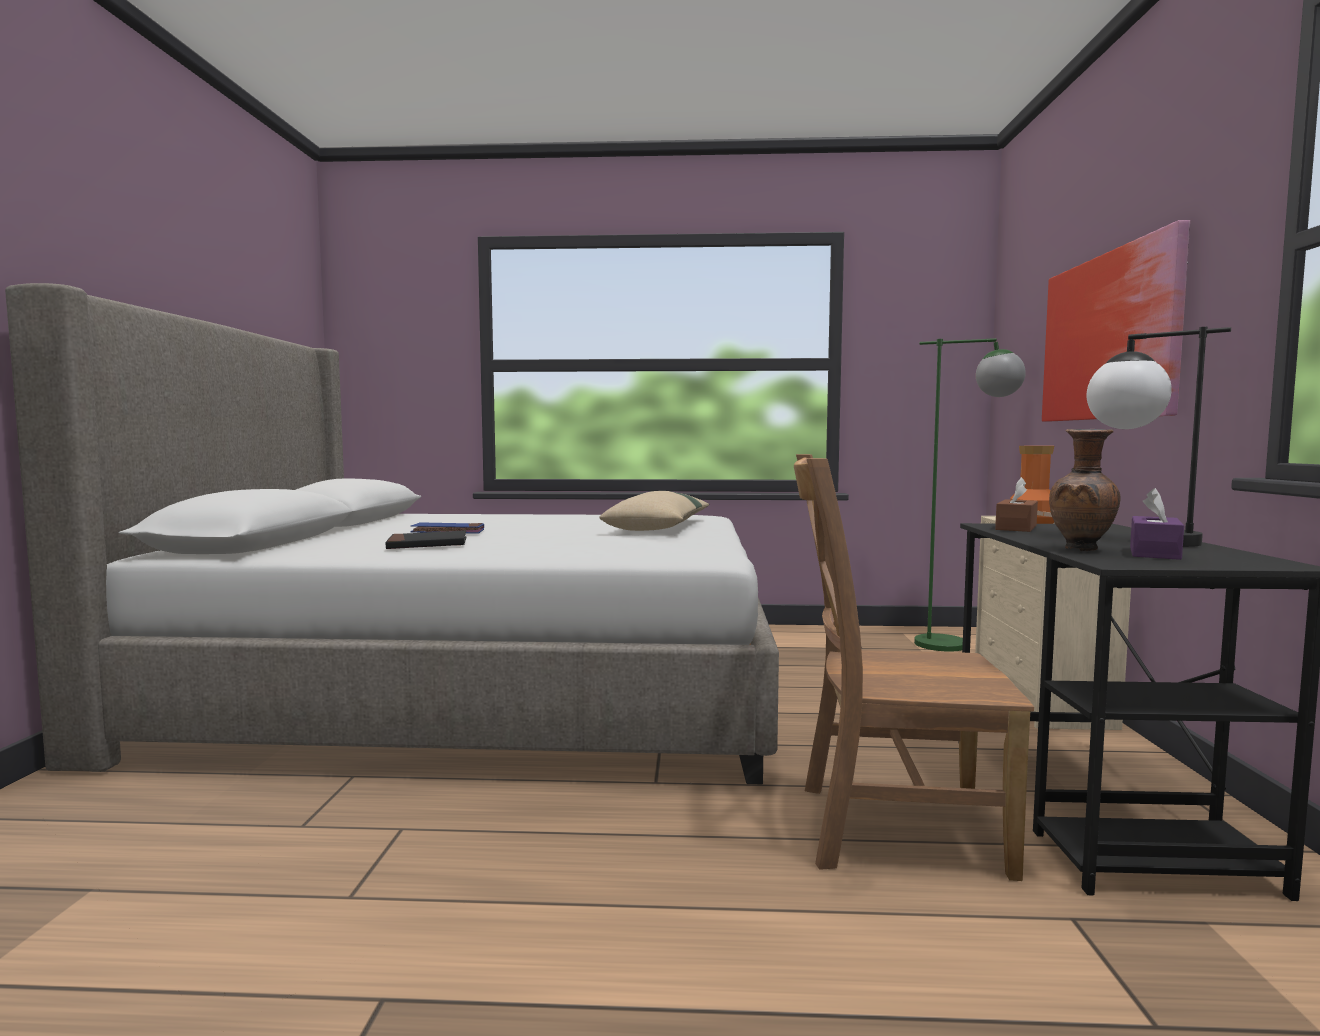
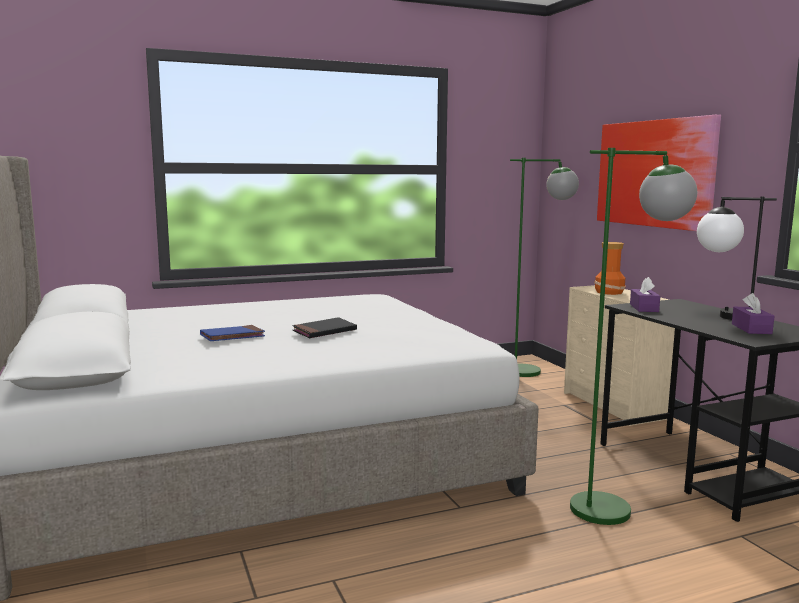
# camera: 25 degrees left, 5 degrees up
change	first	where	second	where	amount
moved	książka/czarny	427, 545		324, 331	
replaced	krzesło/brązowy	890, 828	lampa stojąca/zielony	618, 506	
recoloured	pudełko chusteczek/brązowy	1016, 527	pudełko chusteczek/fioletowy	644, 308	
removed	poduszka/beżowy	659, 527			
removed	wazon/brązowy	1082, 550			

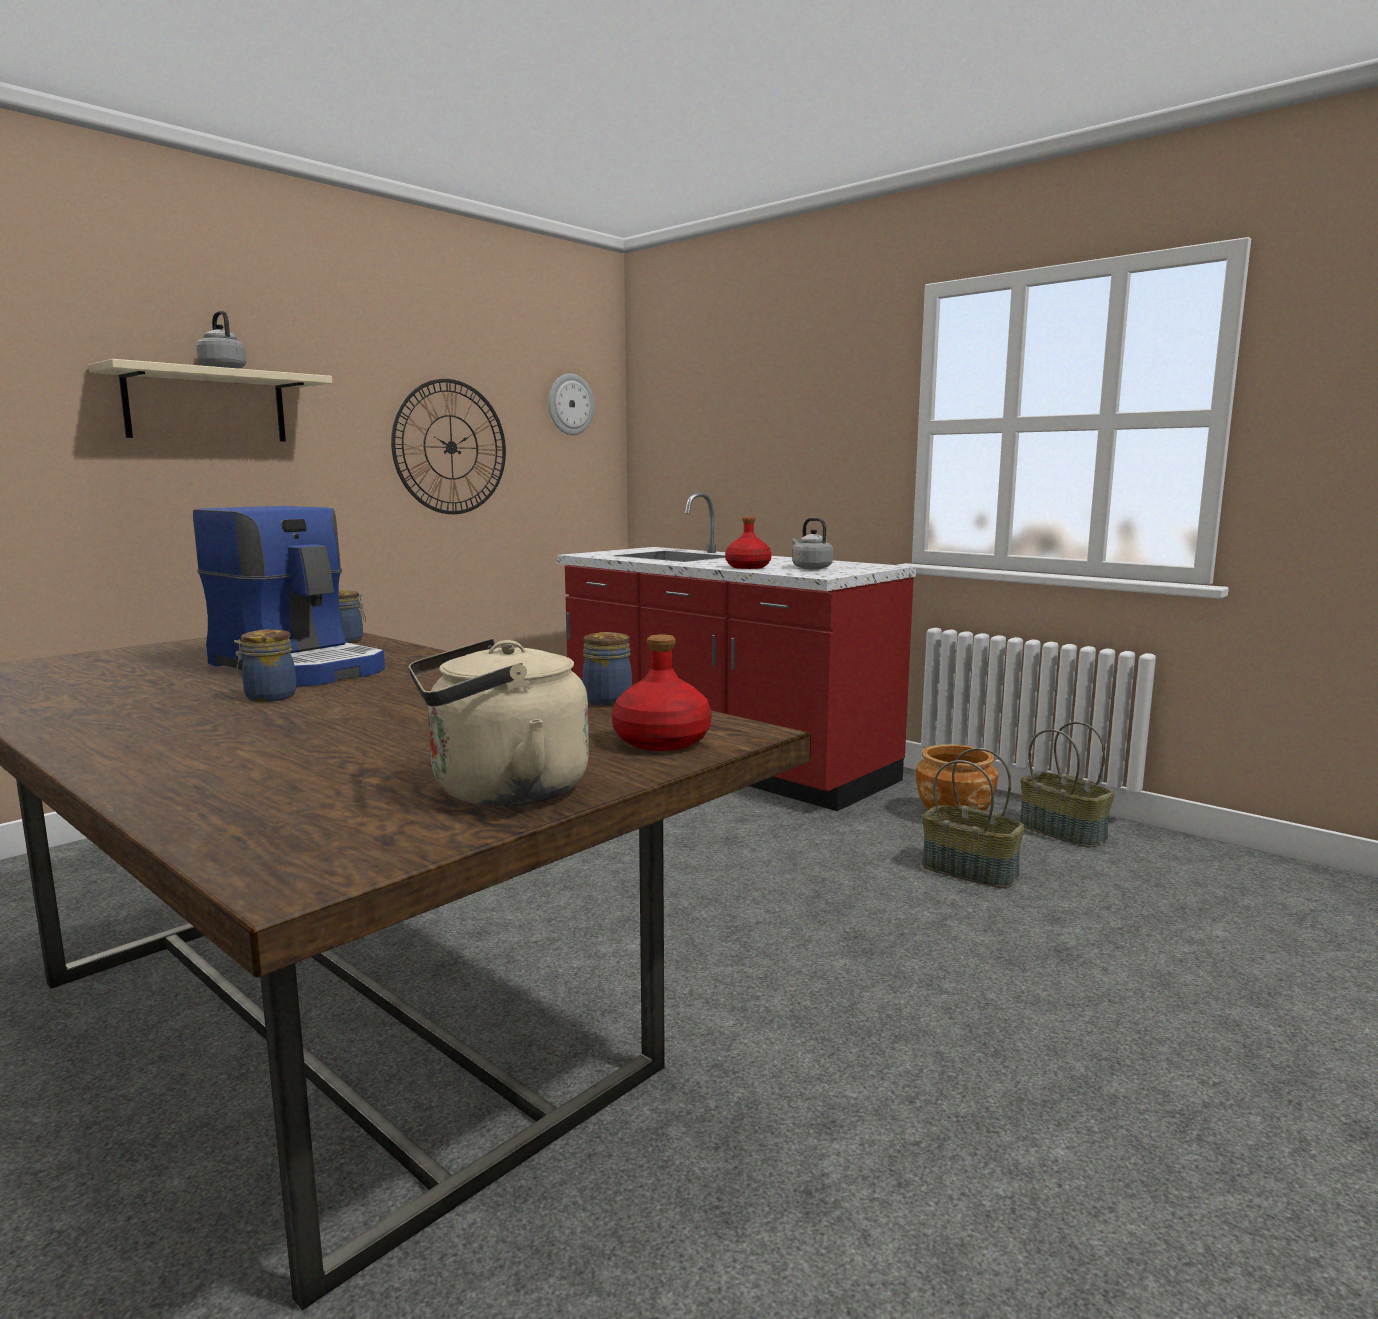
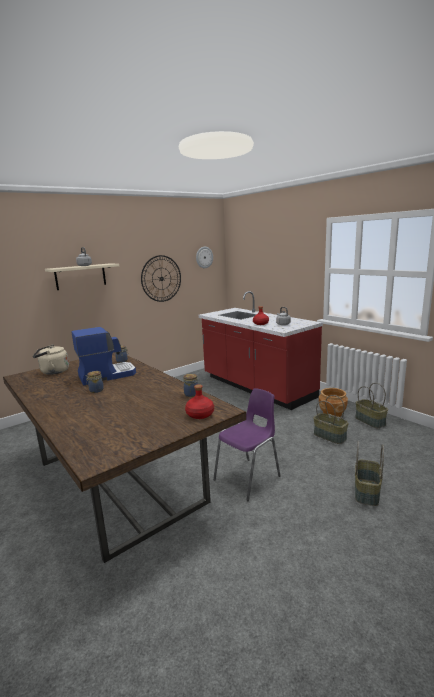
# camera: 10 degrees right, 5 degrees up
change	first	where	second	where	amount
moved	czajnik/beżowy	500, 791		53, 372	
turned	ekspres do kawy	300, 667		106, 375	75 degrees counterclockwise
added			krzesło/fioletowy	249, 477	
added			koszyk	367, 492	

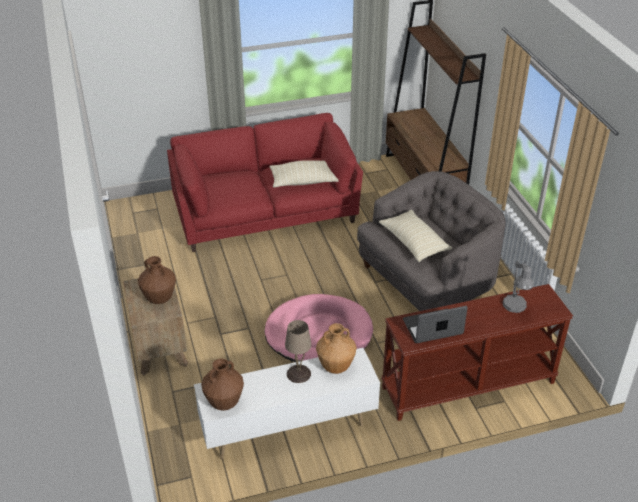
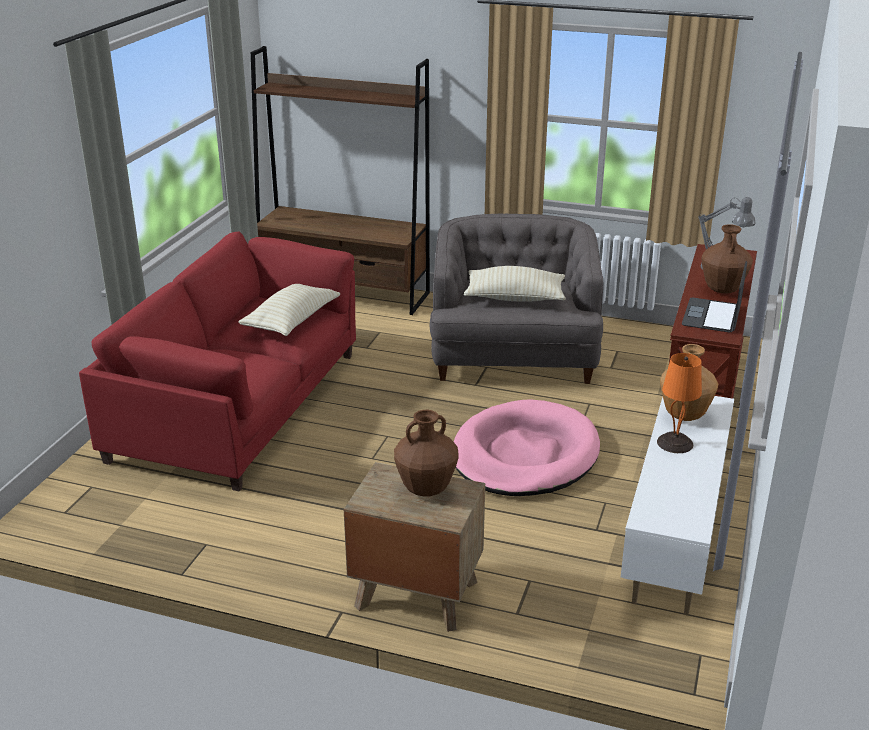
# camera: 55 degrees left, 10 degrees down
change	first	where	second	where	amount
recoloured	lampa stołowa/beżowy	298, 373	lampa stołowa/pomarańczowy	674, 443	
moved	wazon/brązowy	224, 403		722, 290	

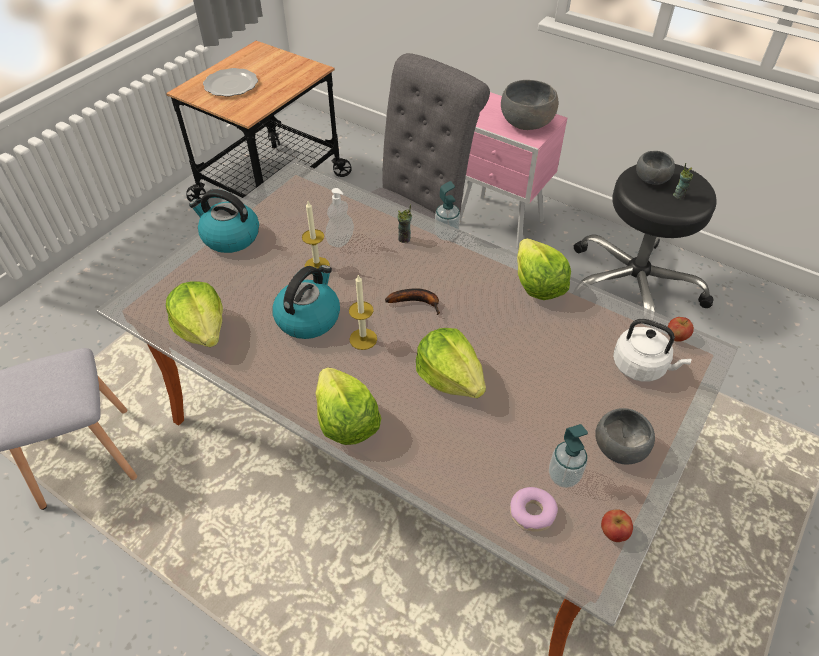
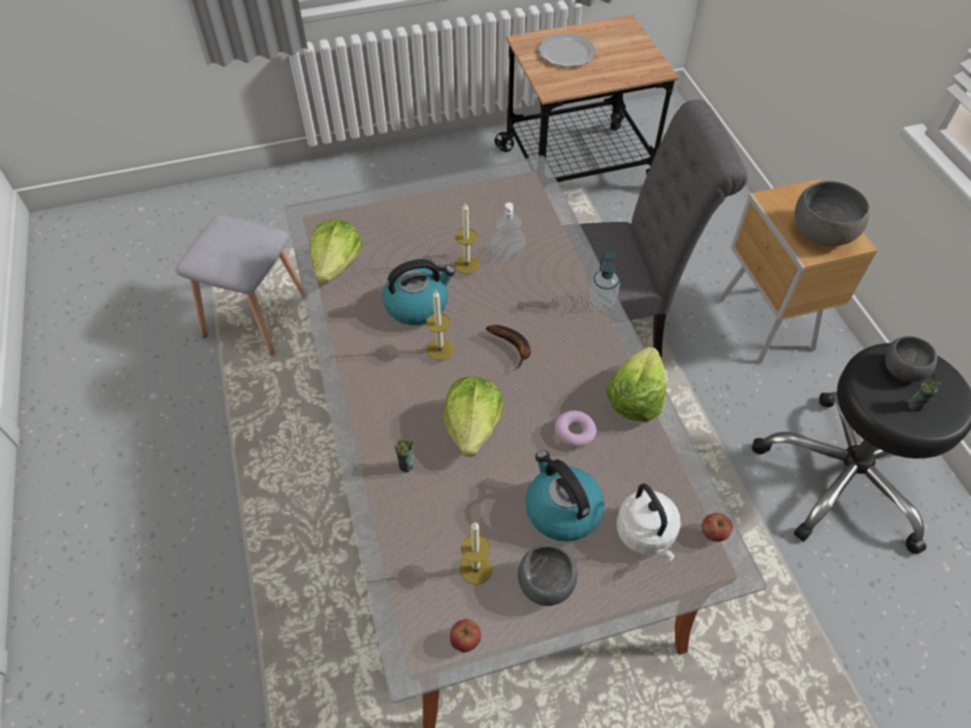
# camera: 40 degrees right, 5 degrees up
change	first	where	second	where	amount
moved	filiżanka	404, 239		407, 465	
replaced	dozownik mydła	563, 476	świeca	476, 568	
moved	czajnik	230, 237		561, 509	
moved	donut	532, 513		574, 433	
recoloured	szafka nocna/różowy	500, 224	szafka nocna/brązowy	765, 326	
removed	sałata	346, 421			

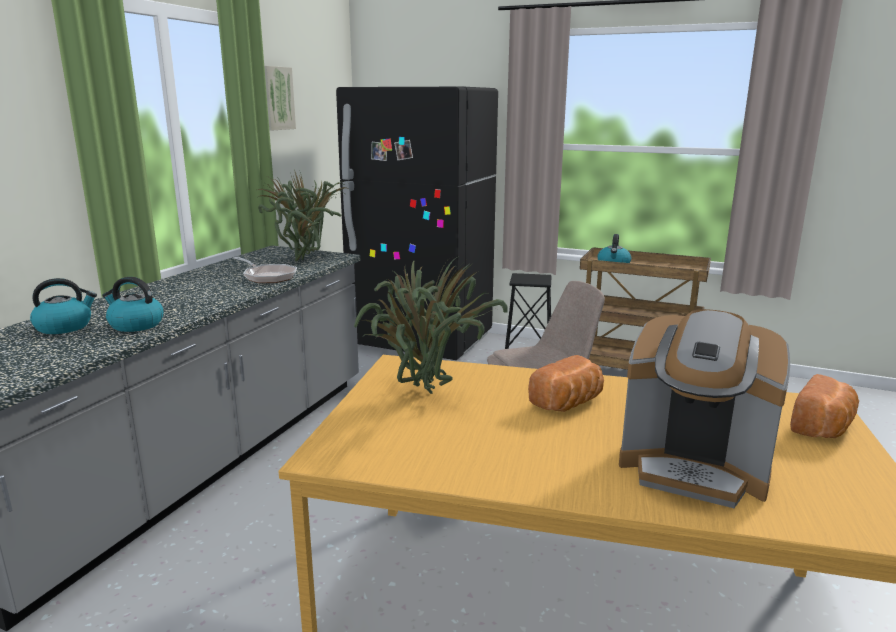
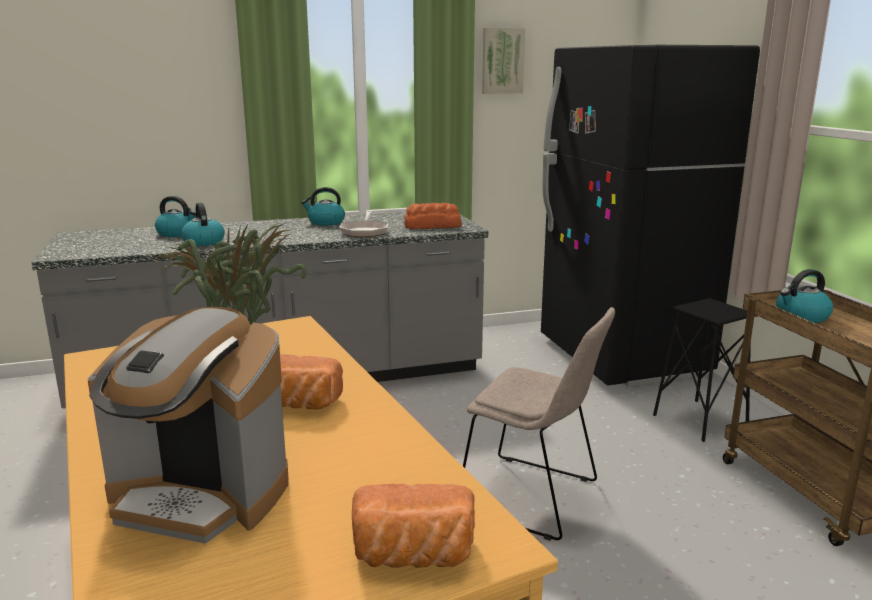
# camera: 50 degrees right, 0 degrees up
change	first	where	second	where	amount
turned	ekspres do kawy	693, 468		200, 496	60 degrees counterclockwise
added			czajnik	325, 222	
replaced	roślina doniczkowa	308, 260	chleb	433, 226	

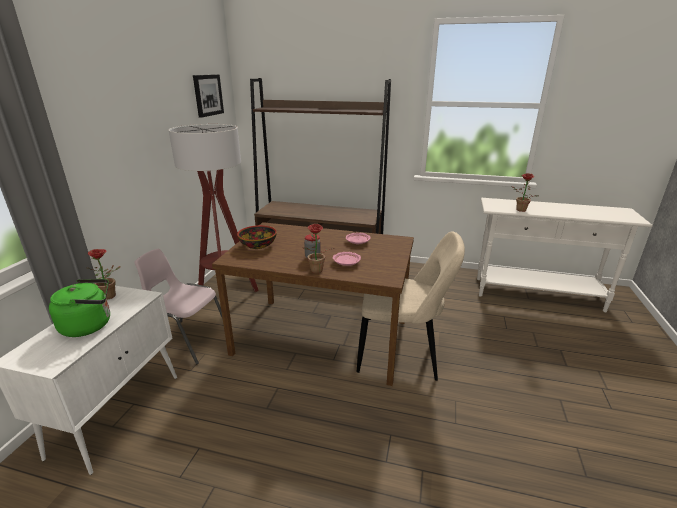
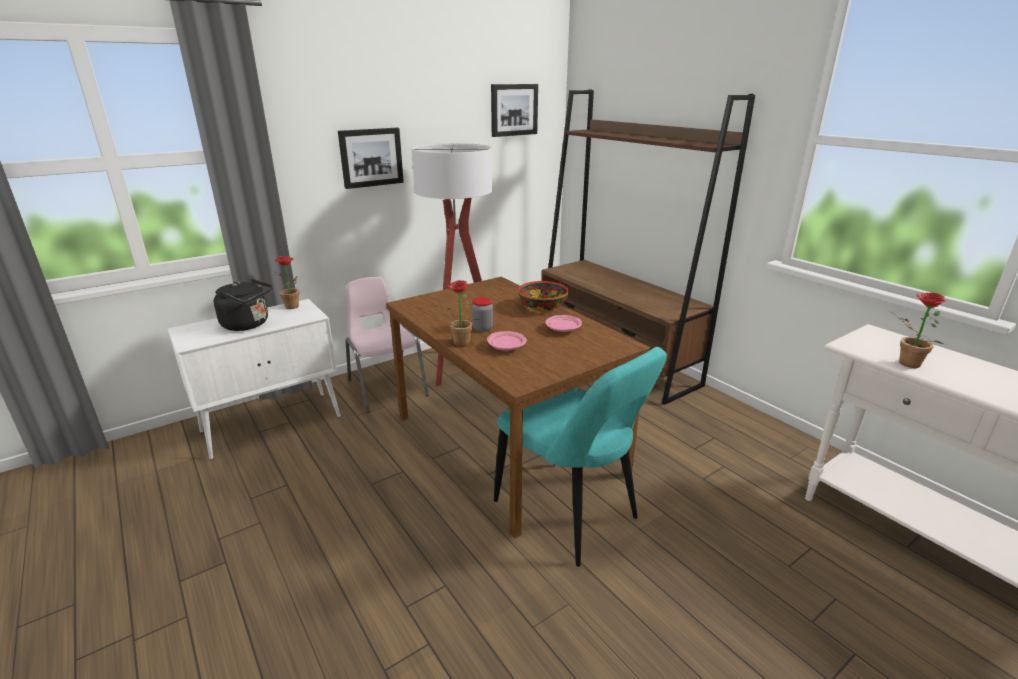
# camera: 40 degrees right, 0 degrees up
change	first	where	second	where	amount
recoloured	czajnik/zielony	90, 325	czajnik/czarny	248, 324	
added			obraz	371, 157	
recoloured	krzesło/beżowy	401, 356	krzesło/turkusowy	570, 513	
moved	miska	258, 245		543, 307	

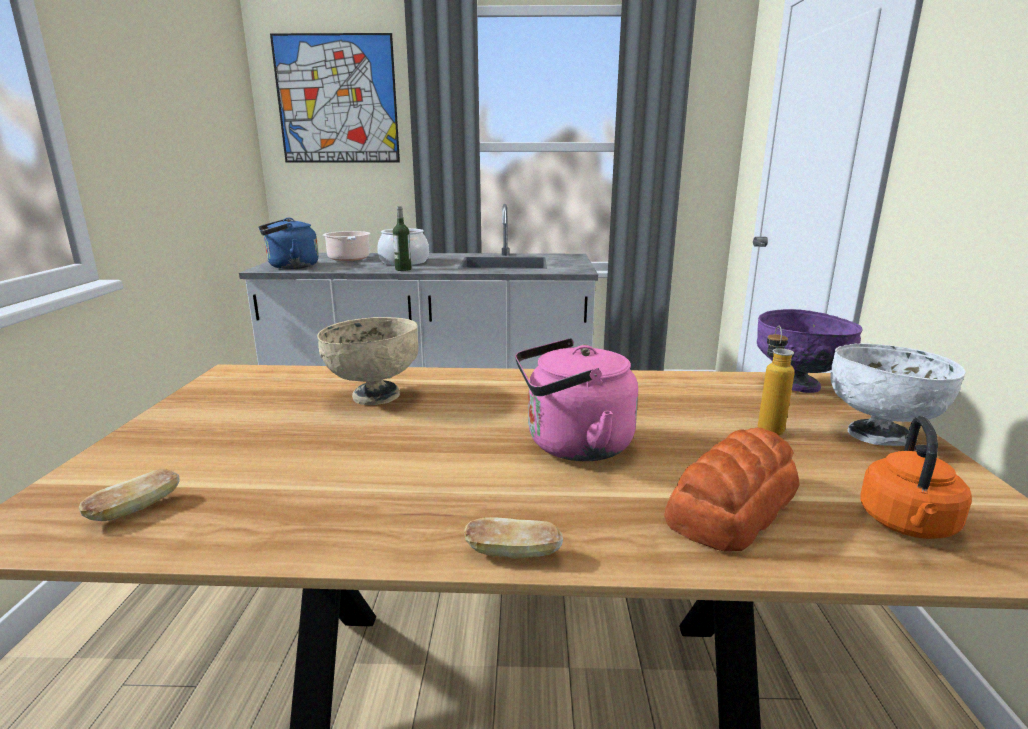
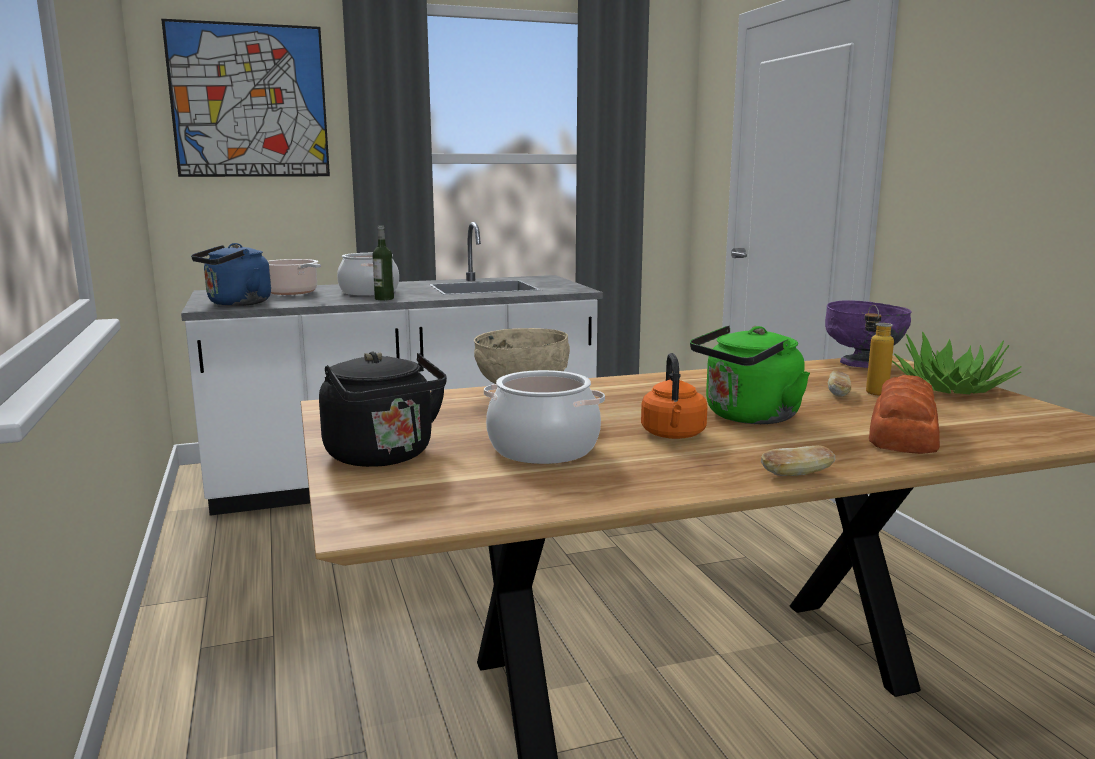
# camera: 20 degrees left, 5 degrees down
change	first	where	second	where	amount
added			czajnik/czarny	383, 457	
added			garnek	544, 449	
moved	czajnik/pomarańczowy	907, 525		673, 435	
recoloured	czajnik/różowy	572, 445	czajnik/zielony	747, 417	
moved	chleb	136, 510		838, 394	
replaced	miska/biały	879, 436	roślina doniczkowa	950, 388	

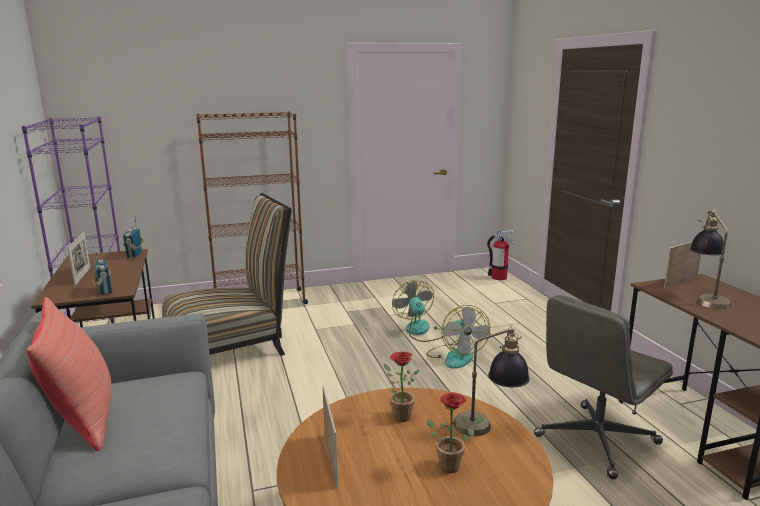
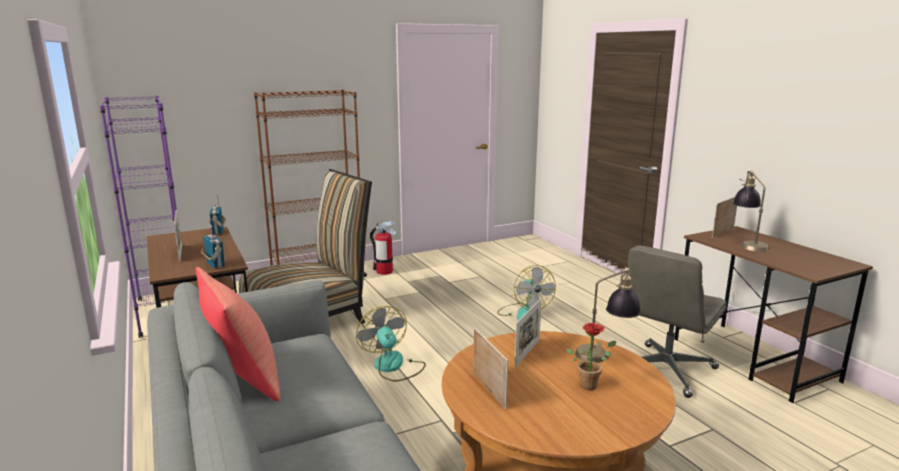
# camera: 10 degrees left, 0 degrees up
change	first	where	second	where	amount
moved	wentylator	421, 331		393, 367	
moved	gaśnica	498, 277		384, 271	
replaced	roślina doniczkowa	398, 416	ramka na zdjęcie	527, 353	

